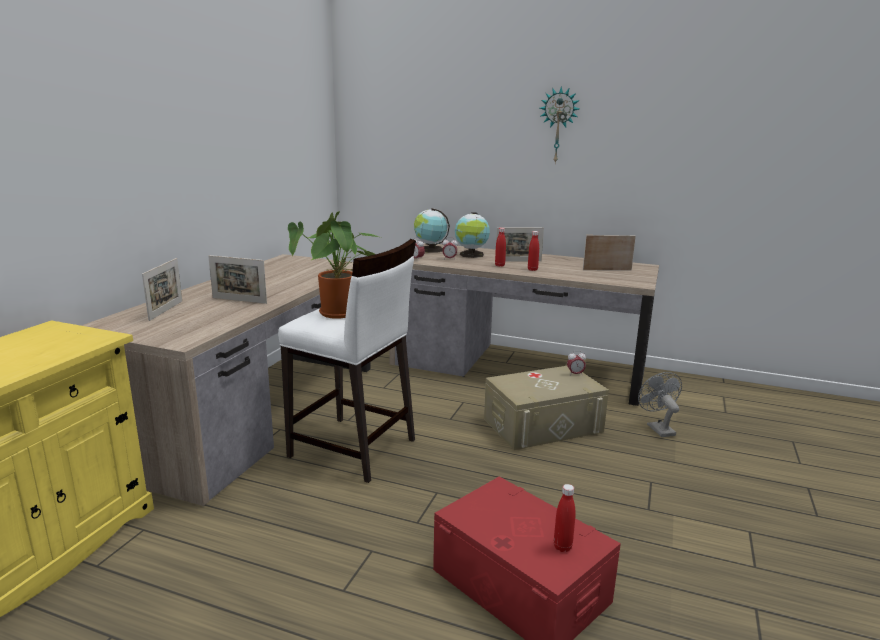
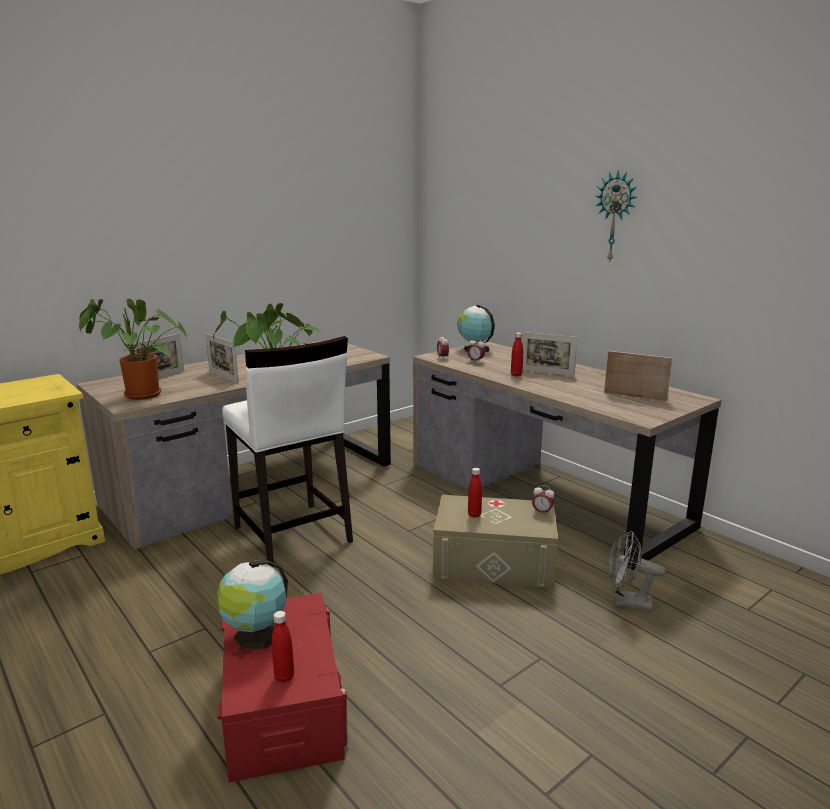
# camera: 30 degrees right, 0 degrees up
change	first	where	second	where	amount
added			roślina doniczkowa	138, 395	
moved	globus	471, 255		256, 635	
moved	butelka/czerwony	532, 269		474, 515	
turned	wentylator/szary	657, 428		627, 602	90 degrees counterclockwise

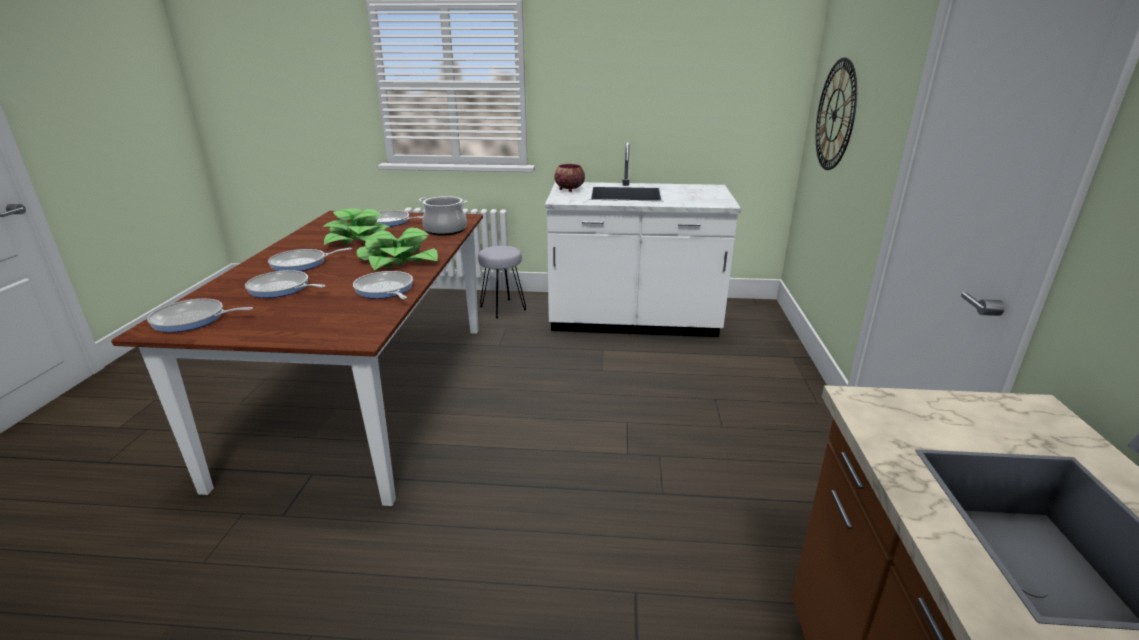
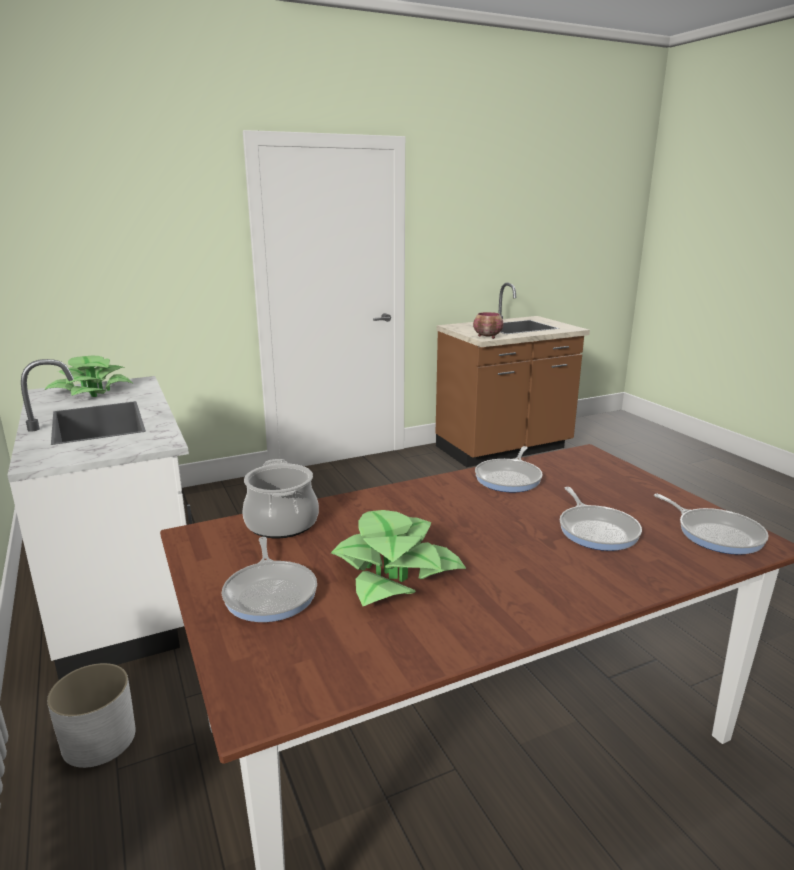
# camera: 120 degrees left, 5 degrees down
change	first	where	second	where	amount
moved	roślina doniczkowa	398, 261		91, 391	
replaced	stołek/szary	502, 308	donica/biały	99, 740	
moved	miska	568, 189		488, 337	
removed	patelnia	302, 263			
removed	zegar ścienny	835, 115			

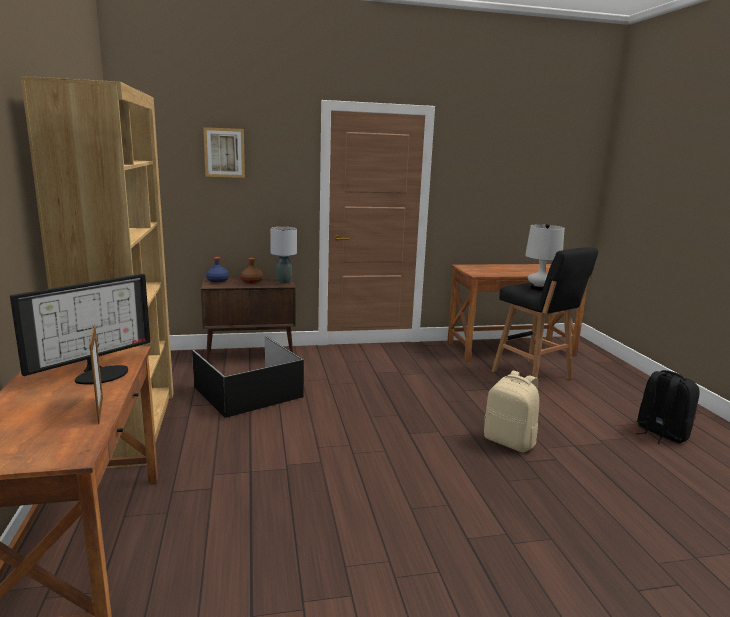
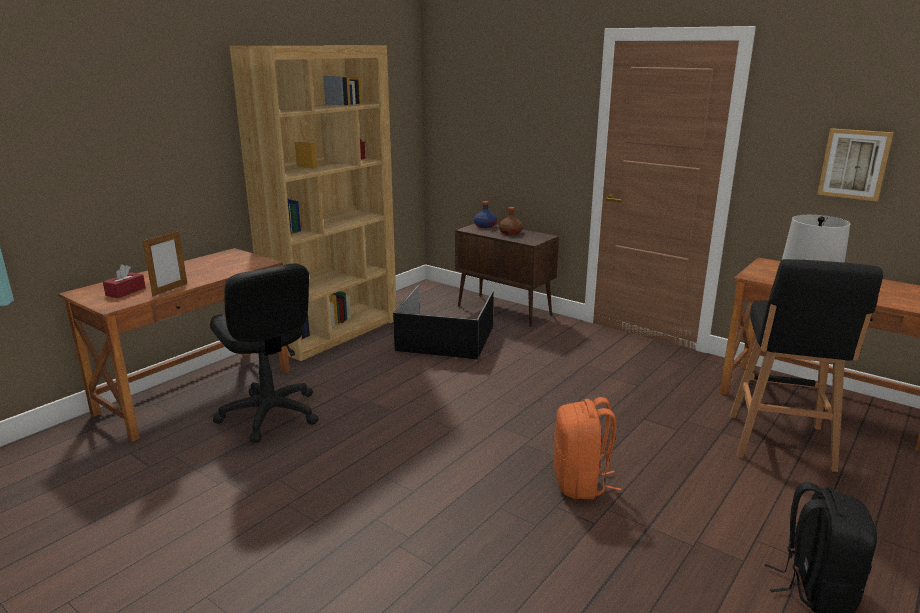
# camera: 50 degrees right, 5 degrees up
change	first	where	second	where	amount
added			pudełko chusteczek/czerwony	125, 291	
added			krzesło biurowe/czarny	270, 414	
recoloured	plecak/beżowy	510, 442	plecak/pomarańczowy	581, 483	
moved	obraz	224, 152		854, 164	
removed	monitor	100, 373			
removed	lampa stołowa/szary	284, 282			

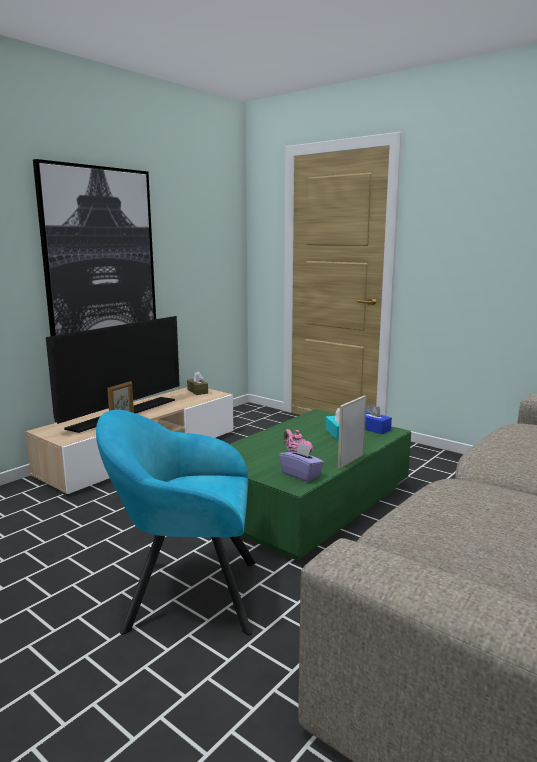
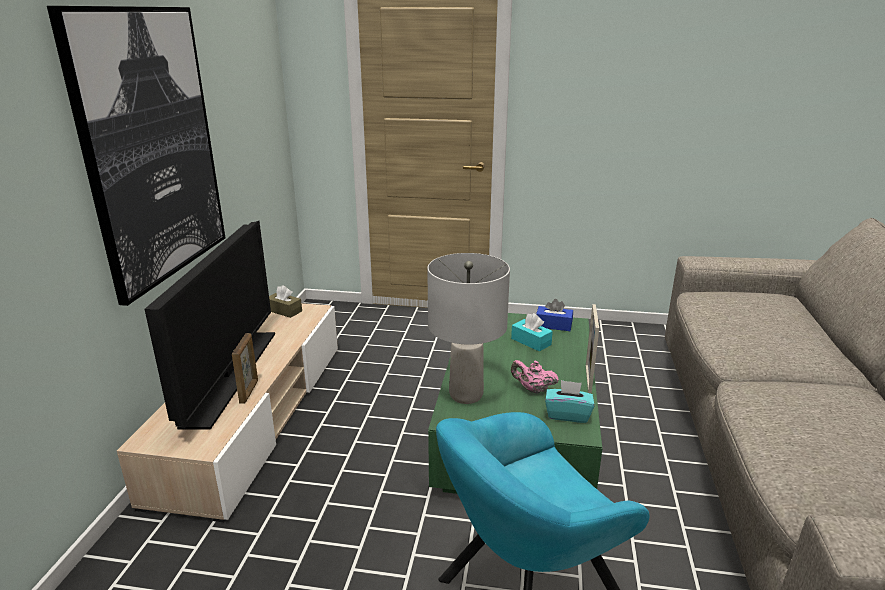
# camera: 30 degrees left, 10 degrees up
change	first	where	second	where	amount
added			lampa stołowa/szary	466, 394	
recoloured	pudełko chusteczek/fioletowy	301, 475	pudełko chusteczek/turkusowy	567, 414	

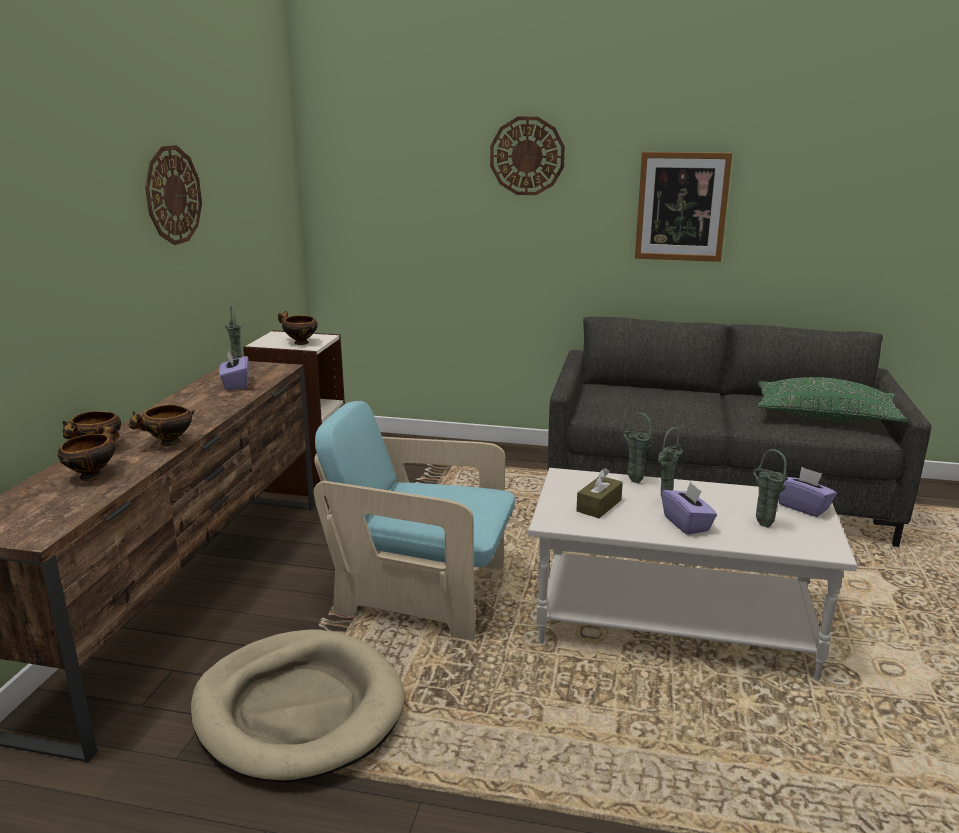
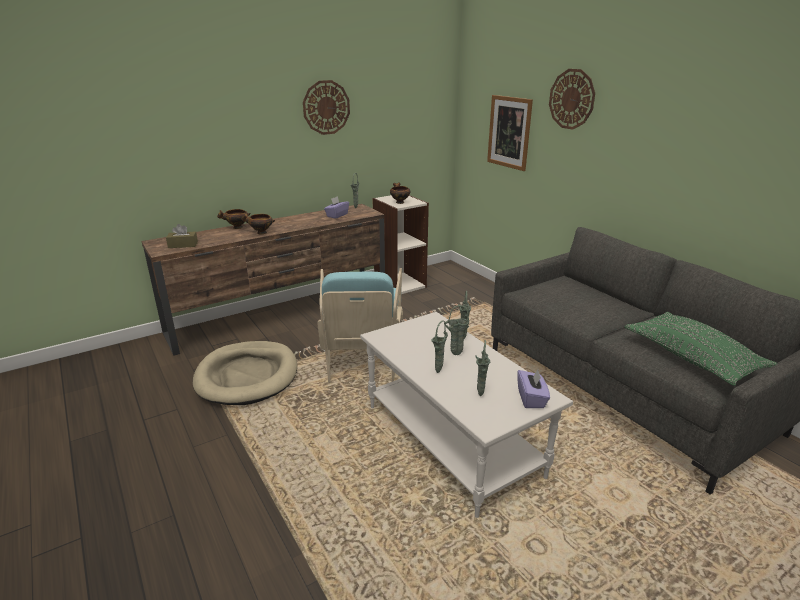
# camera: 45 degrees right, 5 degrees up
change	first	where	second	where	amount
moved	pudełko chusteczek/brązowy	599, 505		183, 245	
turned	fotel/turkusowy	422, 594		362, 358	150 degrees counterclockwise
replaced	pudełko chusteczek/fioletowy	687, 524	wazon/zielony	439, 370	
moved	obraz	681, 207		509, 132	
removed	miska	93, 475			

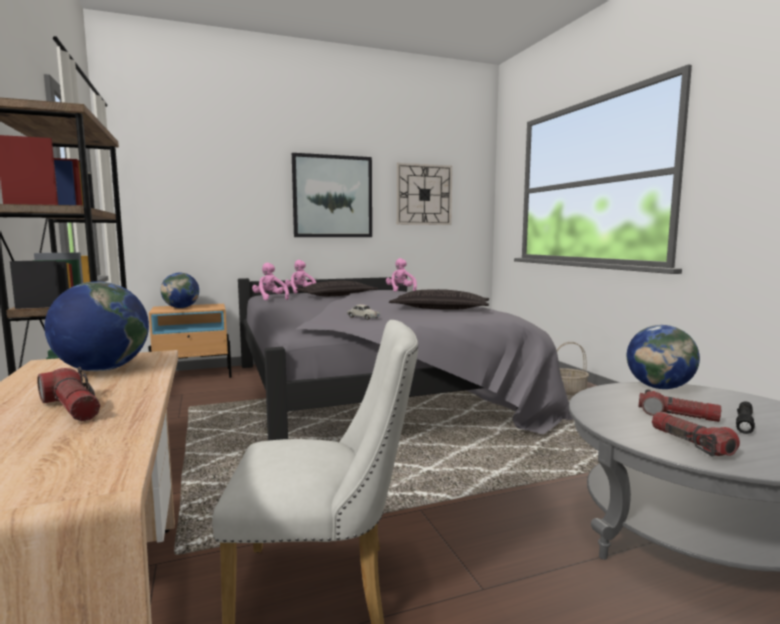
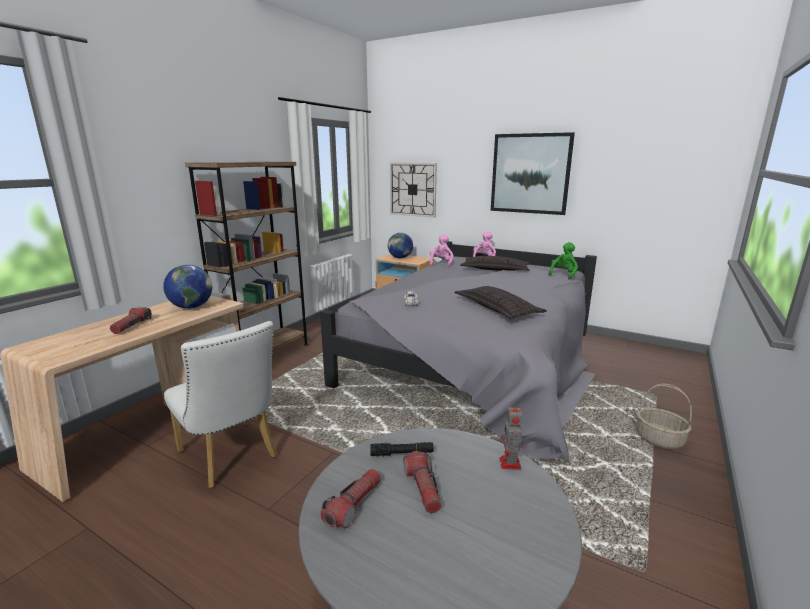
# camera: 50 degrees right, 10 degrees up
change	first	where	second	where	amount
moved	latarka/czarny	744, 423		402, 453	
moved	zegar ścienny	424, 194		413, 189	
replaced	globus	659, 387	robot zabawkowy	510, 464	
recoloured	pluszak/różowy	400, 290	pluszak/zielony	563, 275	

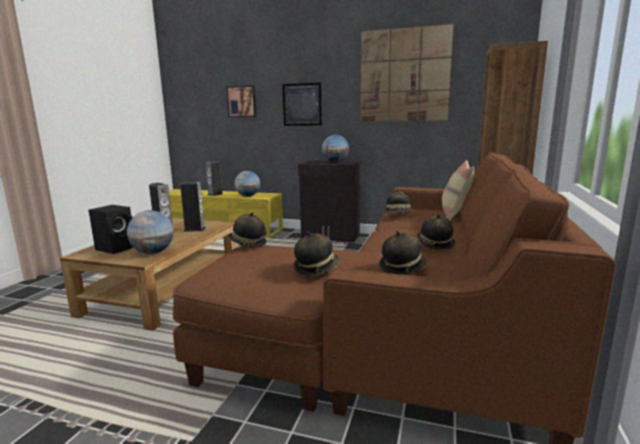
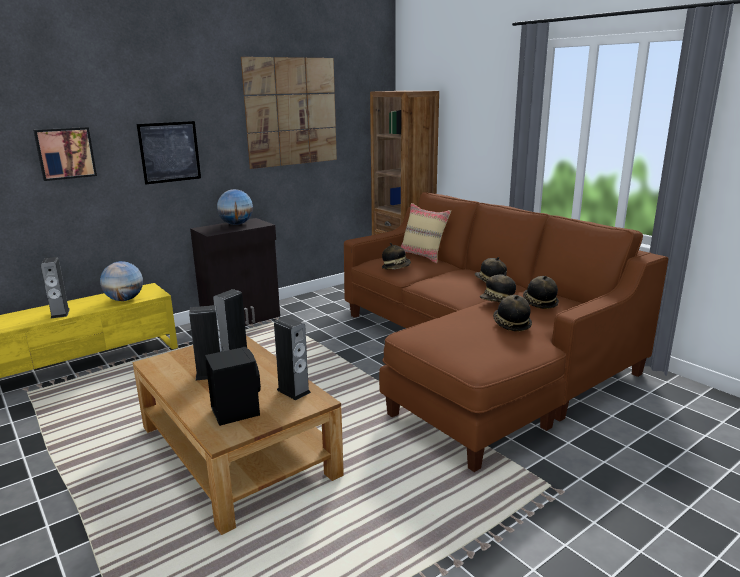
# camera: 55 degrees left, 5 degrees up
change	first	where	second	where	amount
replaced	globus	153, 252	głośnik	293, 391	
moved	kapelusz	247, 244		497, 302	

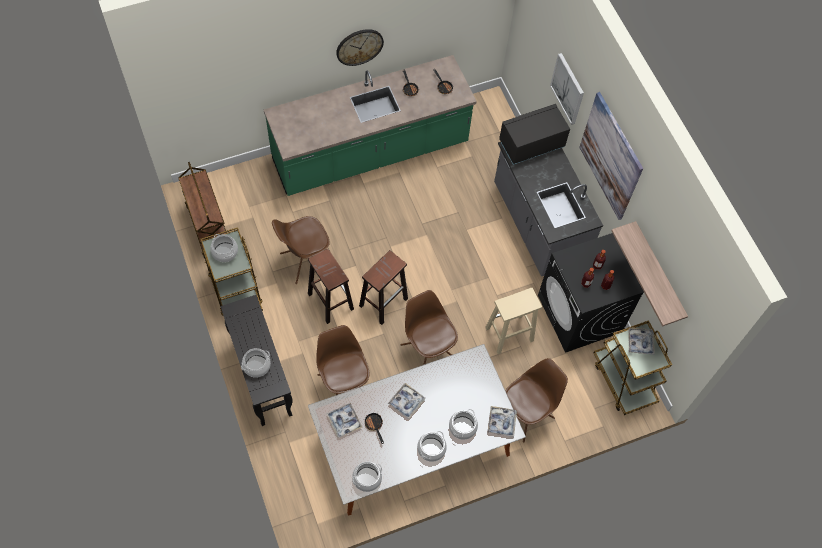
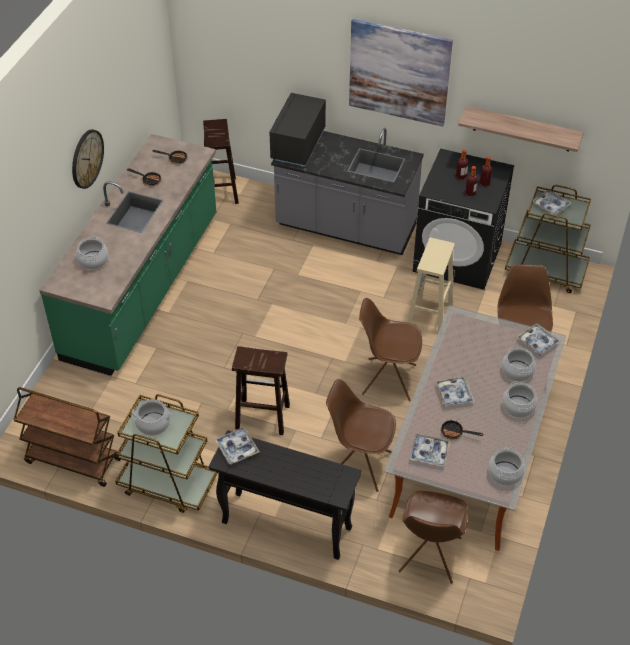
# camera: 45 degrees left, 15 degrees down
change	first	where	second	where	amount
moved	garnek	256, 366		93, 260	
moved	stołek/brązowy	384, 301		220, 191	
added			taca	237, 448	
moved	krzesło/brązowy	304, 261		429, 556	
removed	obraz	568, 88			

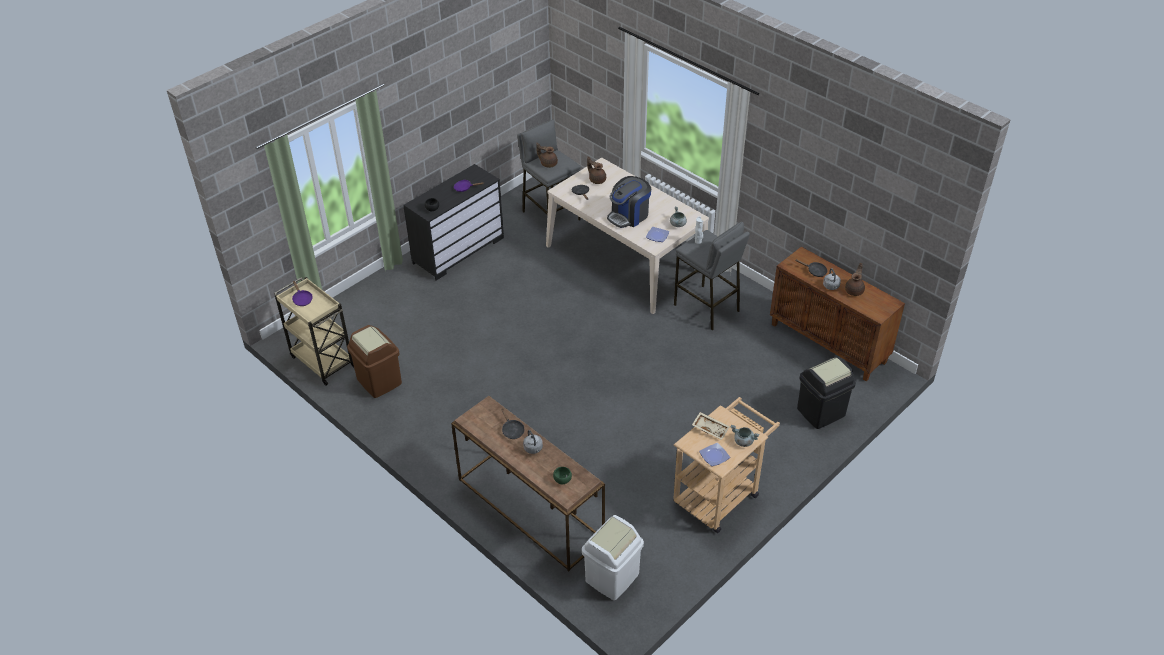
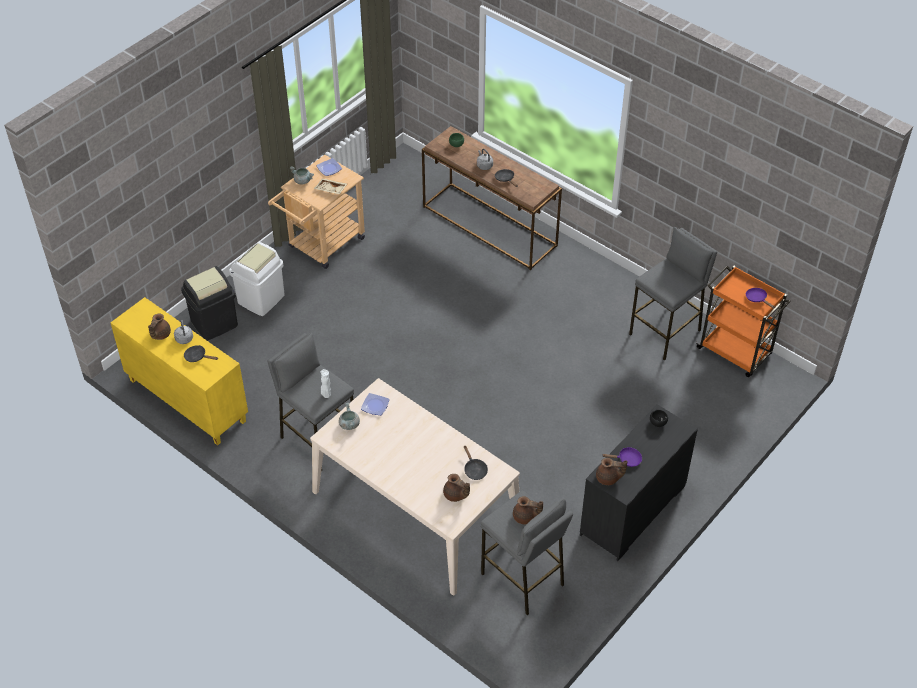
# camera: 175 degrees right, 5 degrees up
change	first	where	second	where	amount
recoloured	szafka/brązowy	829, 343	szafka/żółty	186, 401	
moved	kosz na śmieci/biały	612, 577		261, 299	
added			imbryk/brązowy	608, 478	
replaced	kosz na śmieci/brązowy	379, 381	stołek/szary	666, 333	
recoloured	wózek/beżowy	322, 361	wózek/pomarańczowy	735, 352	
removed	ekspres do kawy	629, 216			

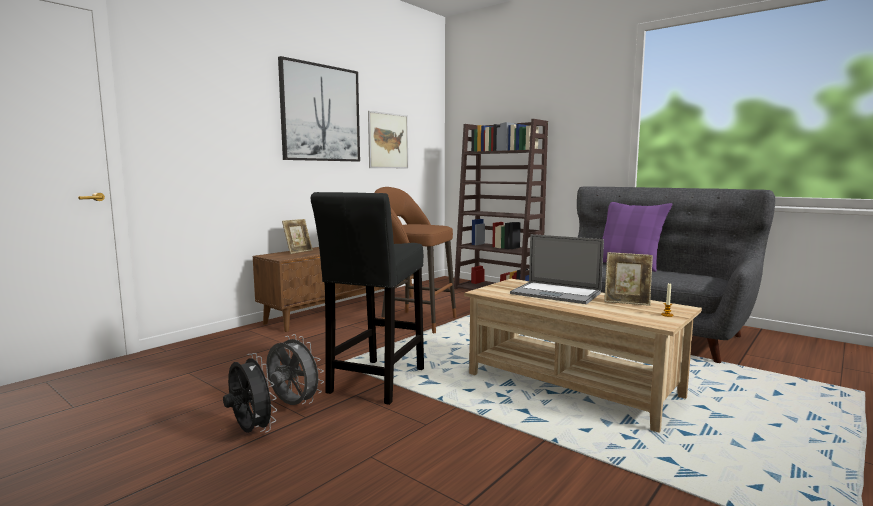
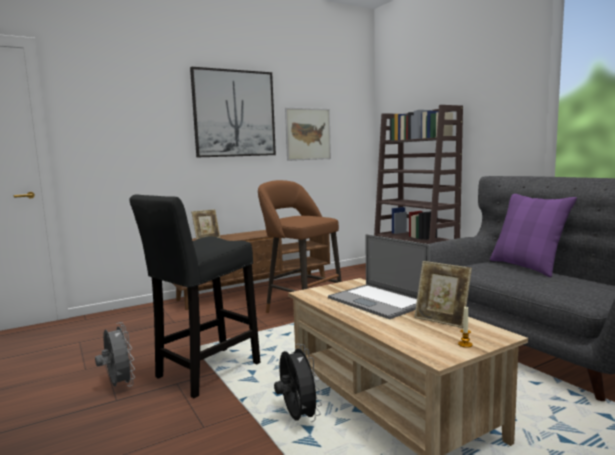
# camera: 20 degrees right, 0 degrees up
change	first	where	second	where	amount
moved	wentylator/czarny	250, 432		297, 418	

